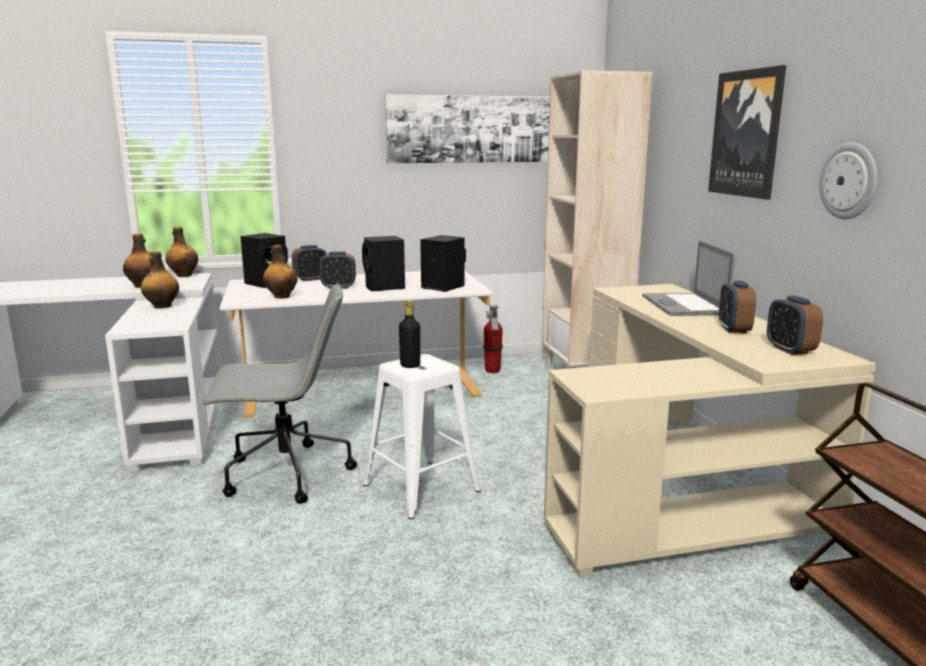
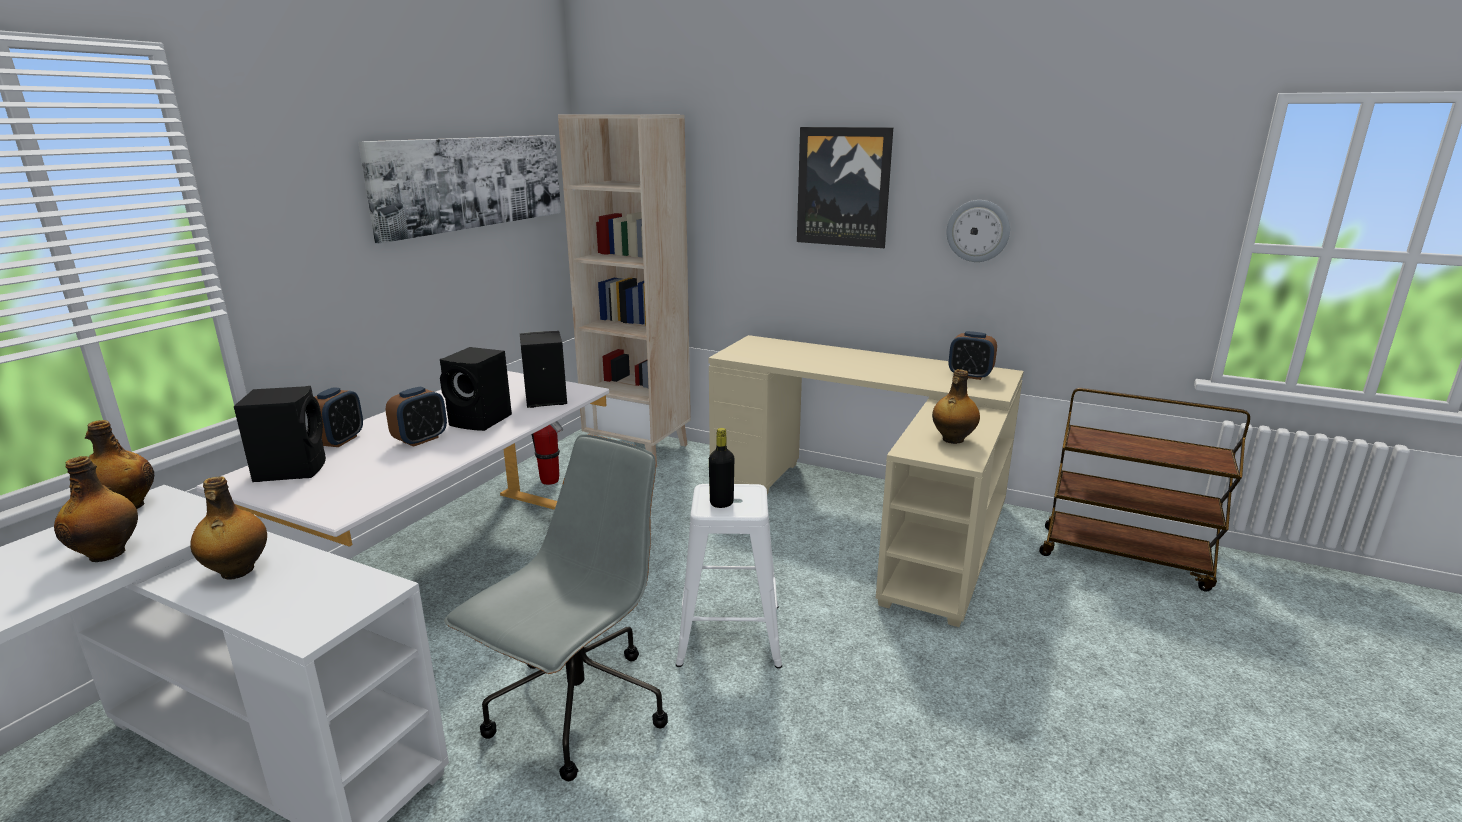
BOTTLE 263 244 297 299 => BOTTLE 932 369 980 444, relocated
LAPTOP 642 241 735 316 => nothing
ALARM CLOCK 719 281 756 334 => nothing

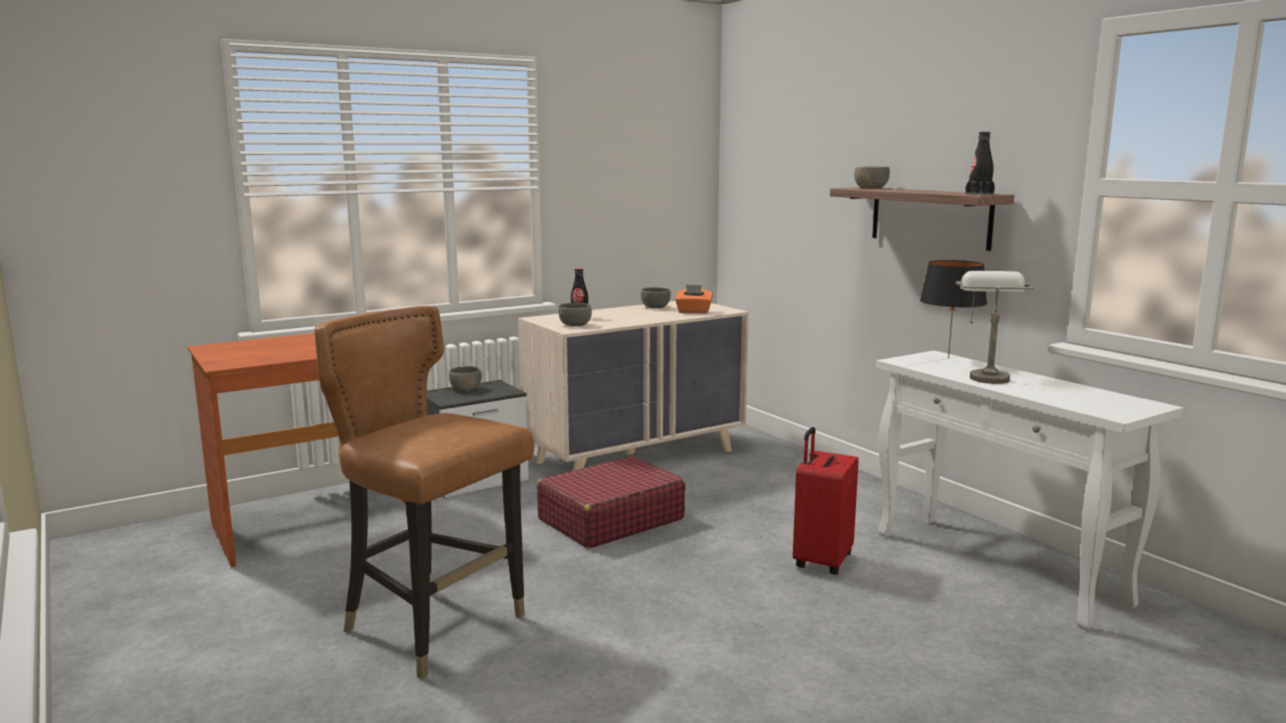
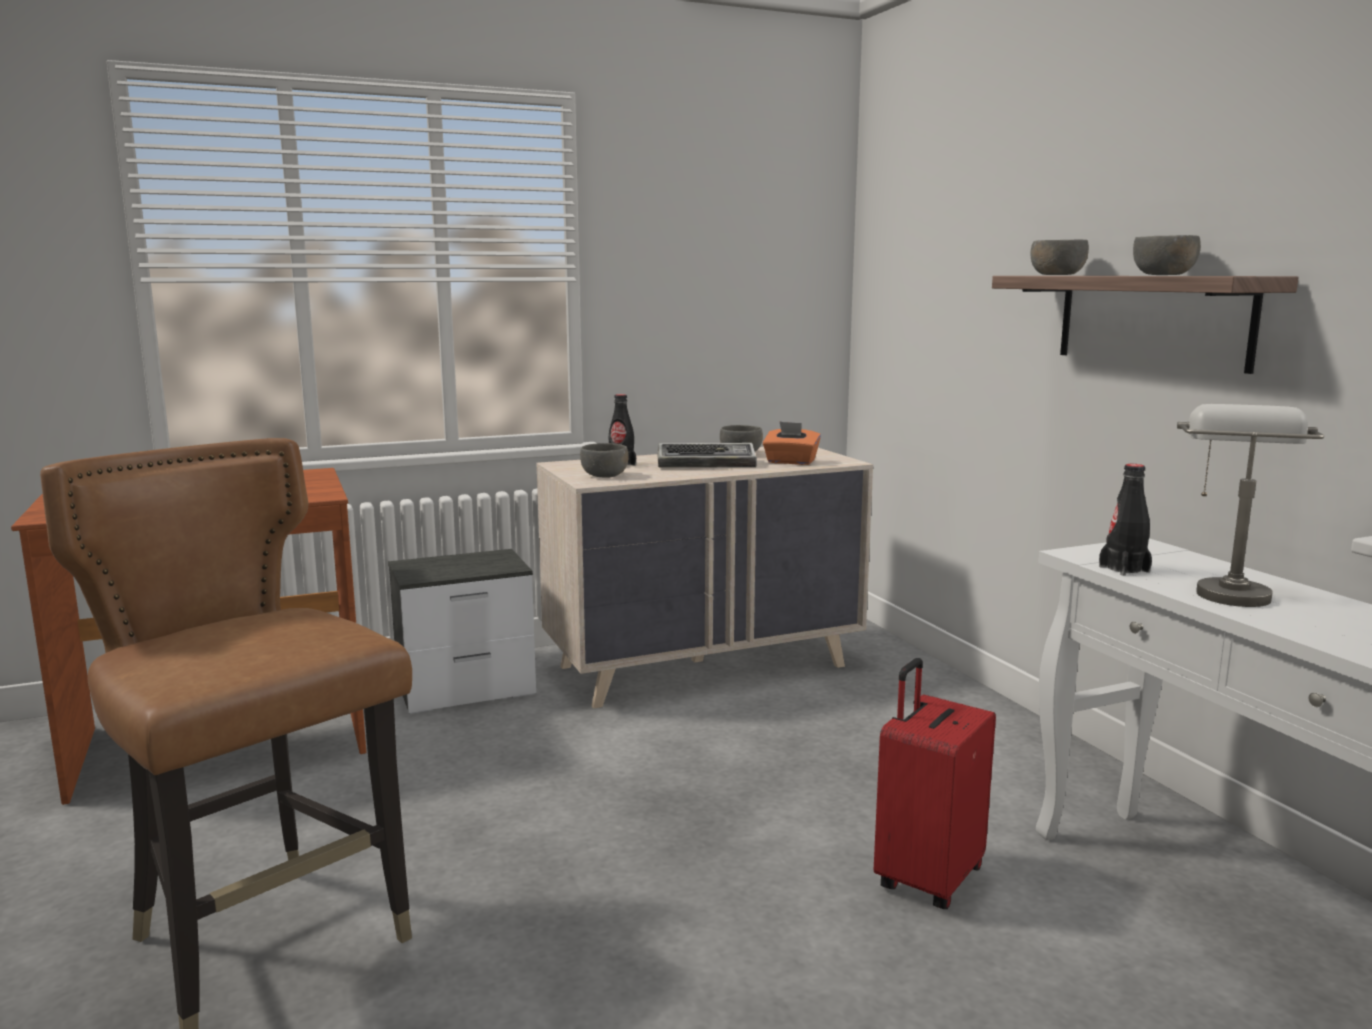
GREY BOWL 449 366 482 391 => GREY BOWL 1133 235 1201 275, relocated
RED SUITCASE 537 456 686 549 => nothing
BLACK TABLE LAMP 920 260 987 359 => nothing
BLACK BOTTLE 965 132 995 195 => BLACK BOTTLE 1099 464 1152 576, relocated
nothing => KEYBOARD 658 443 757 468

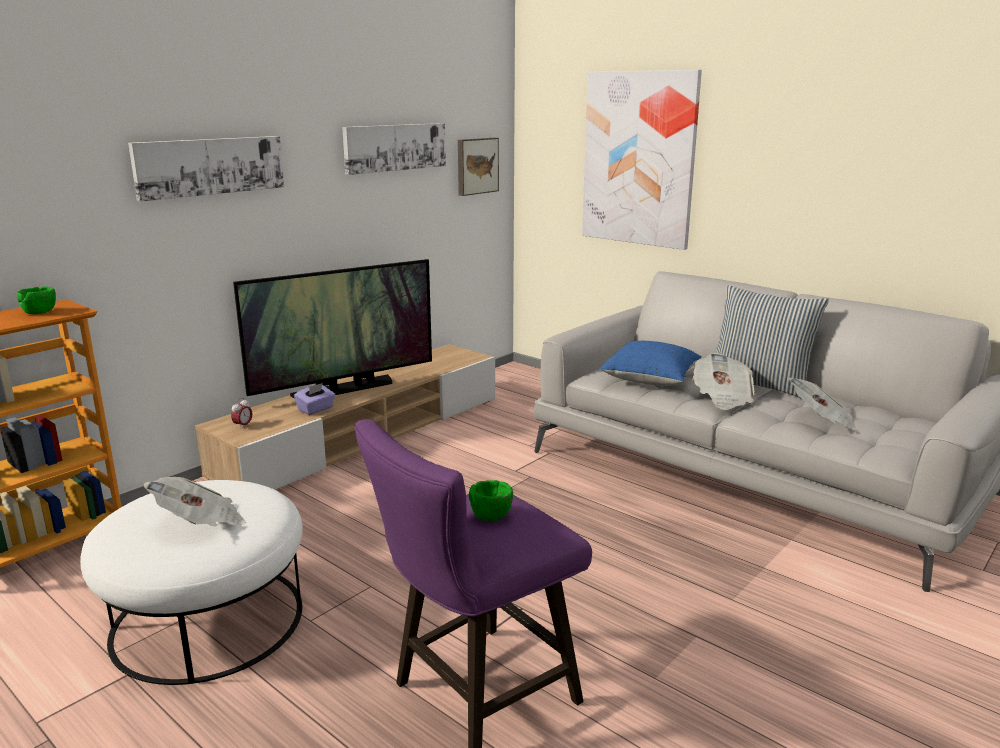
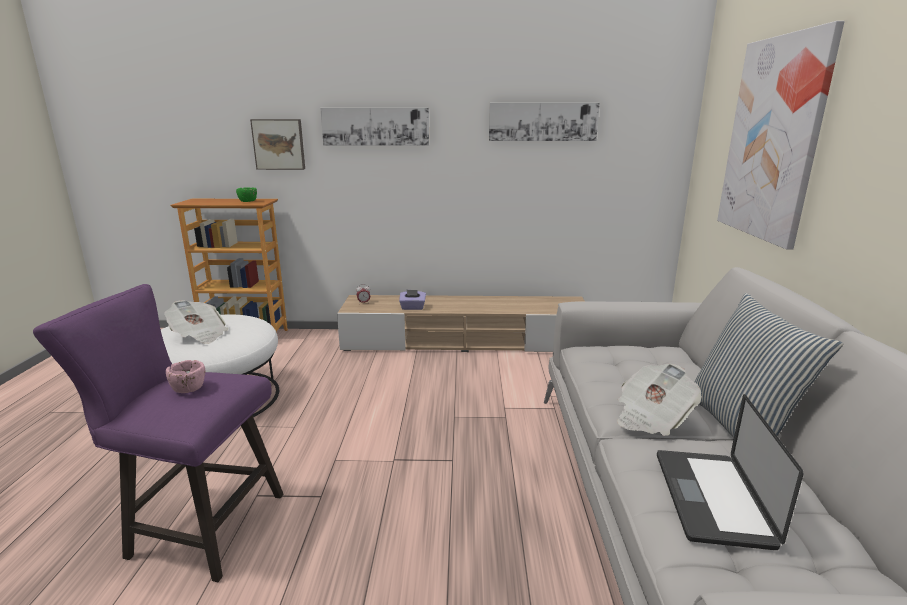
TELEVISION 233 259 432 399 => nothing
PICTURE 458 138 499 196 => PICTURE 250 119 305 170, relocated
GREEN BOWL 469 480 513 522 => PINK BOWL 166 360 205 393
BLUE PILLOW 599 341 702 386 => nothing
NEWSPAPER 789 377 857 430 => LAPTOP 657 394 804 550

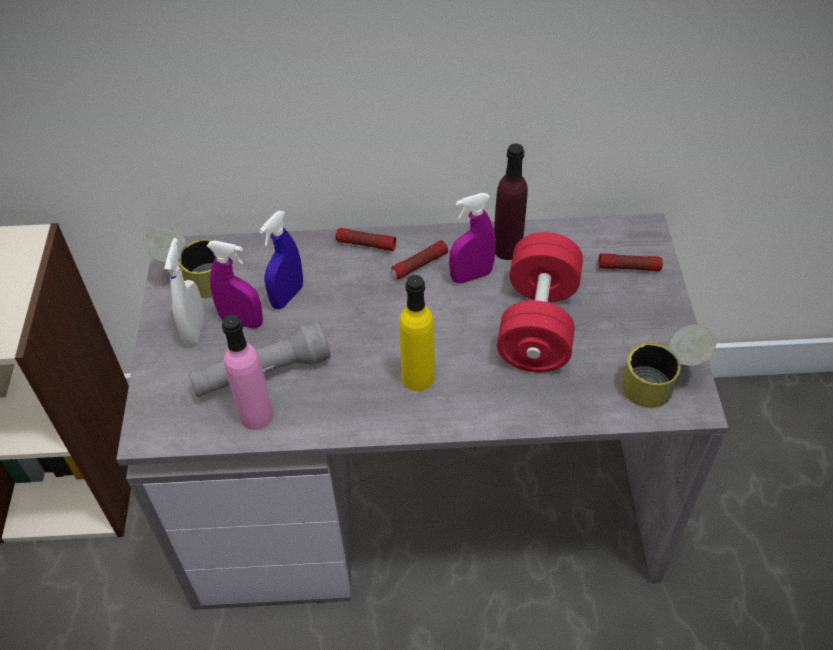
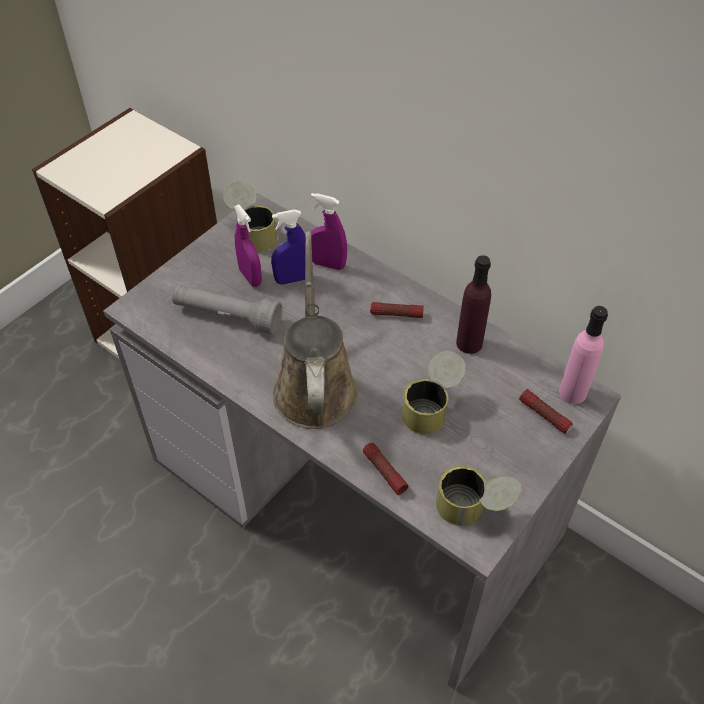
WHITE SPRAY BOTTLE 164 238 205 346 => nothing
PINK BOTTLE 222 315 273 430 => PINK BOTTLE 559 306 608 404, relocated
FLASHLIGHT 336 228 396 251 => FLASHLIGHT 363 443 408 495, relocated
YELLOW BOTTLE 399 275 434 391 => BROWN WATERING CAN 273 231 358 429
PURPLE SPRAY BOTTLE 449 193 496 283 => PURPLE SPRAY BOTTLE 311 193 347 270, relocated
RED DUMBBELL 497 232 583 372 => CAN 402 351 466 435

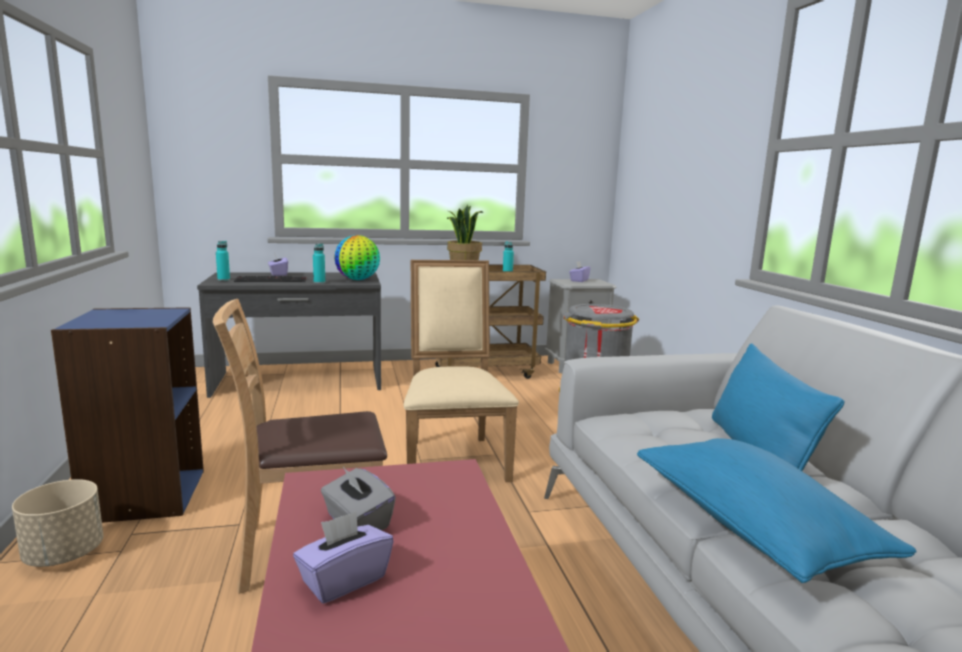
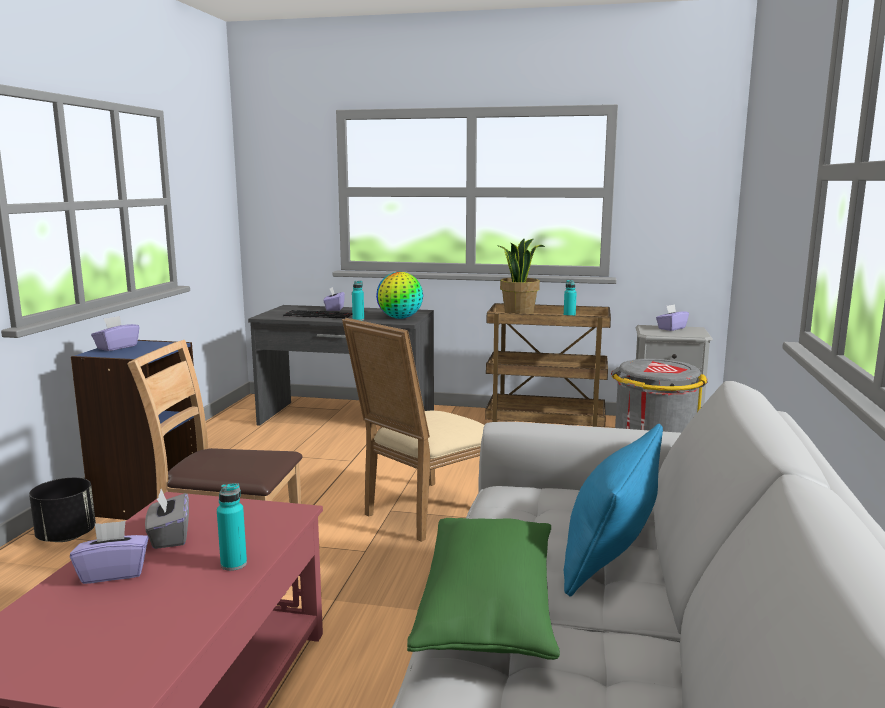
BEIGE PLANTER 12 479 103 567 => BLACK PLANTER 29 478 96 542
TURQUOISE BOTTLE 216 241 230 281 => TURQUOISE BOTTLE 217 483 247 571, relocated
BEIGE CHAIR 404 260 519 482 => BEIGE CHAIR 342 318 484 542, 150 degrees counterclockwise
BLUE PILLOW 637 438 917 583 => GREEN PILLOW 407 518 560 660
nothing => PURPLE TISSUE BOX 91 316 140 351

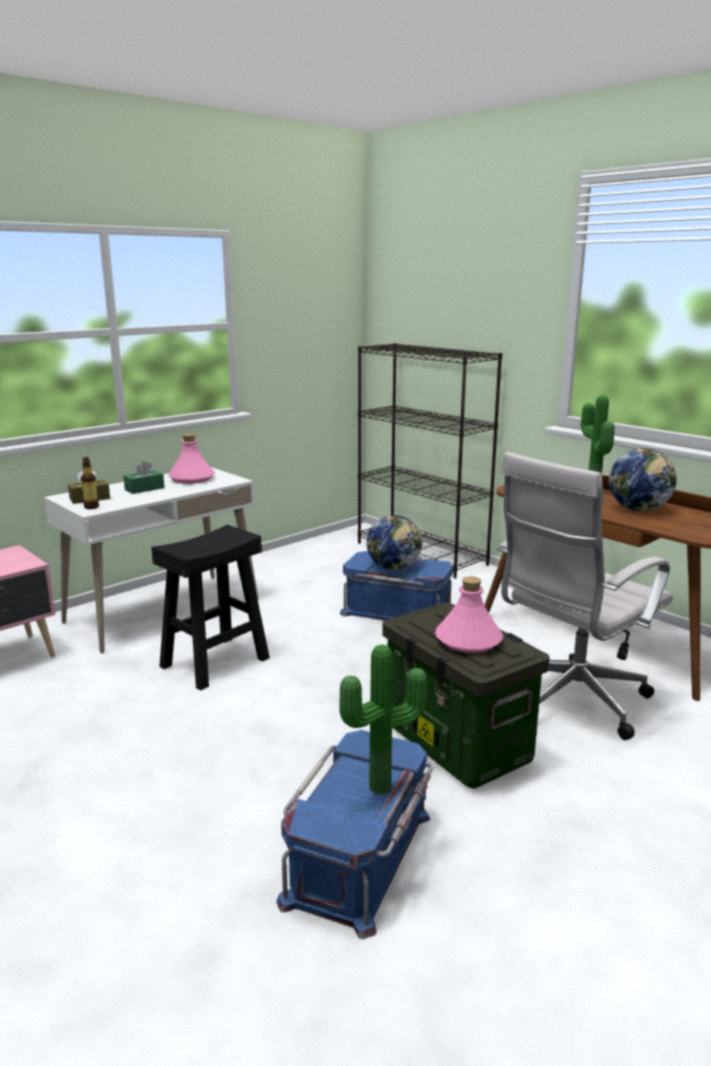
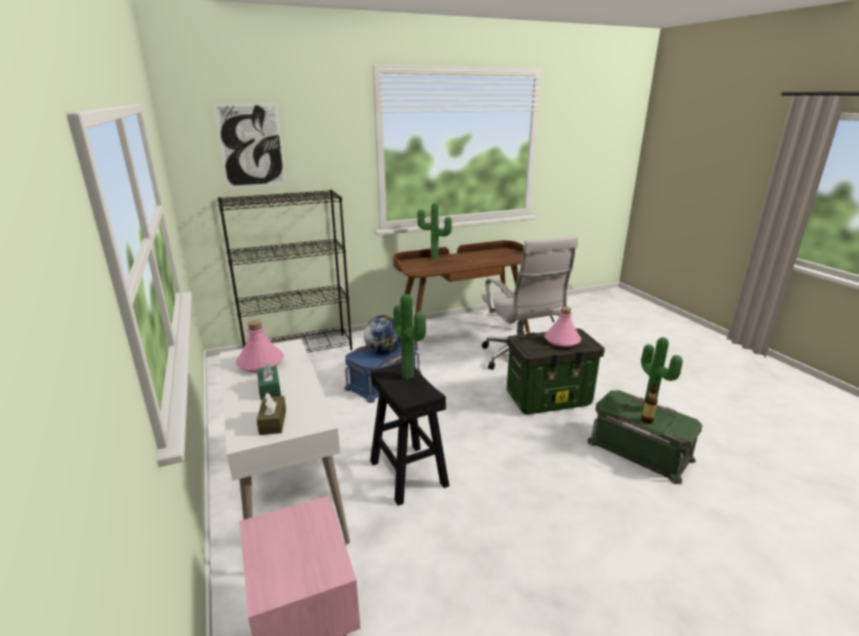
BOTTLE 81 457 99 509 => BOTTLE 641 385 658 424, relocated
BLUE STORAGE BOX 276 730 433 939 => GREEN STORAGE BOX 587 390 703 484
GLOBE 609 448 677 511 => nothing
nothing => PICTURE 213 103 286 188
nothing => POTTED PLANT 393 294 426 379

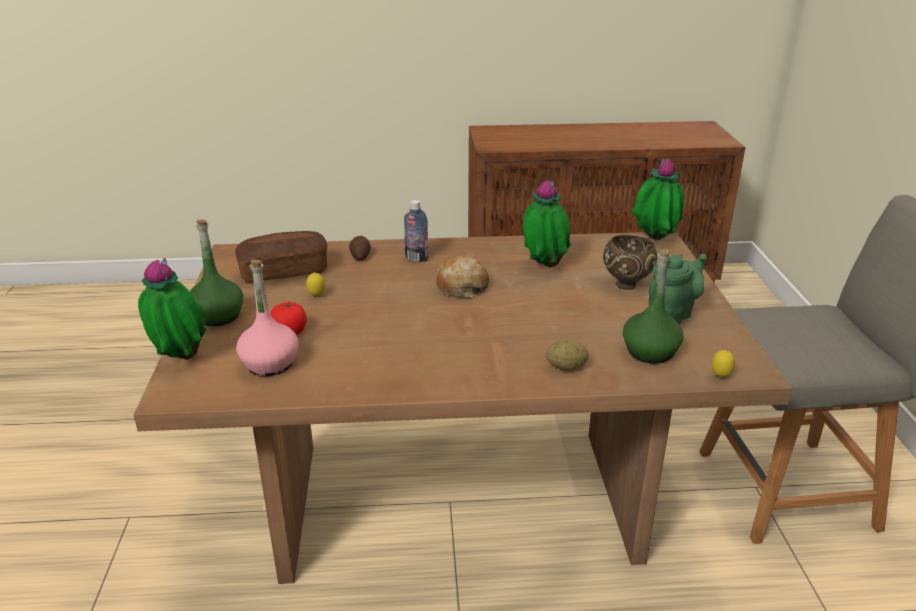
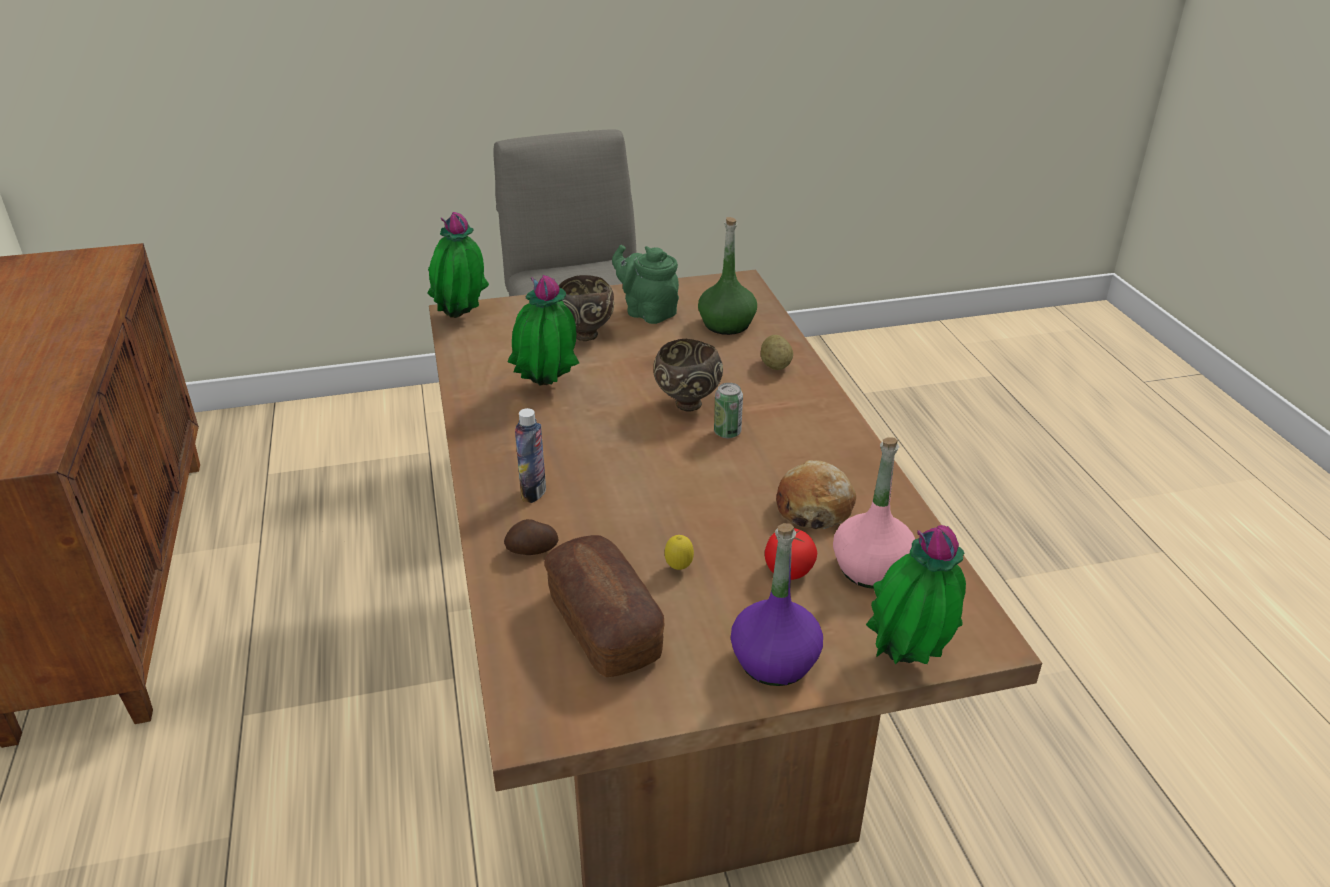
GREEN BOTTLE 190 219 243 326 => PURPLE BOTTLE 731 523 823 686
BREAD 436 255 489 298 => BREAD 776 460 856 529, relocated
LEMON 711 350 735 377 => nothing
nothing => BROWN BOWL 653 339 723 412
nothing => CAN 714 383 743 438

